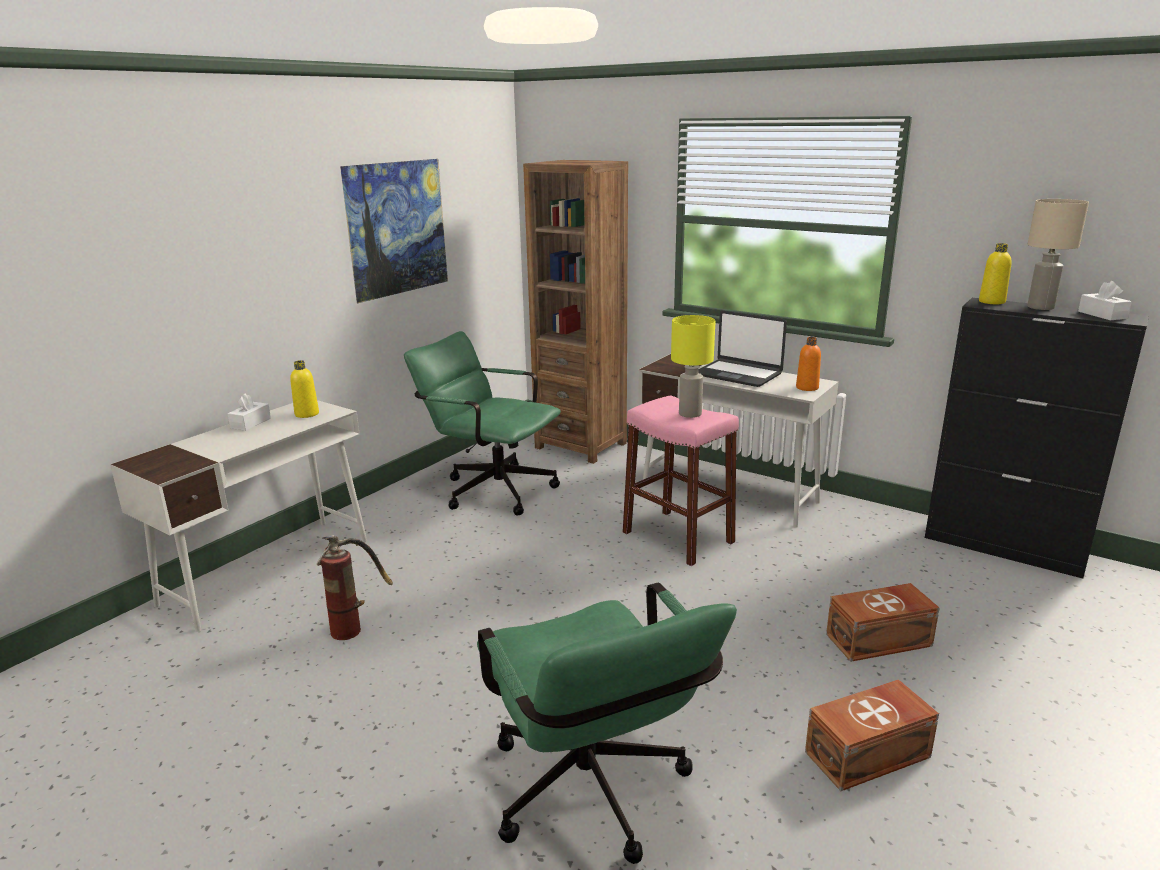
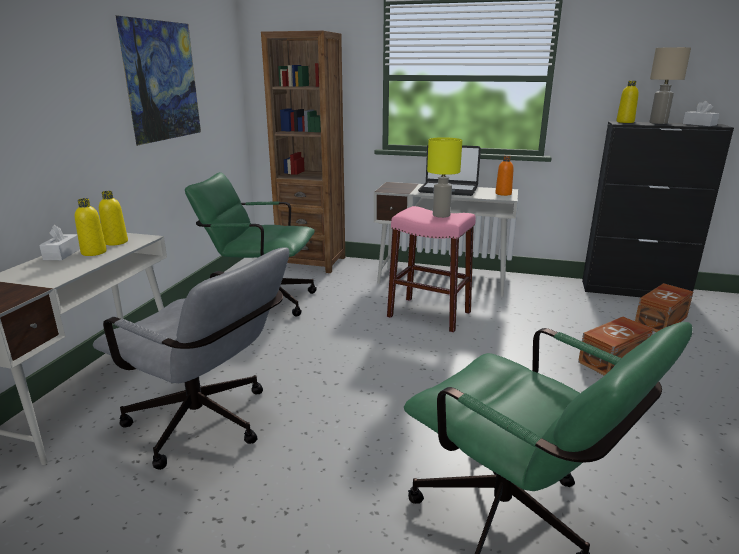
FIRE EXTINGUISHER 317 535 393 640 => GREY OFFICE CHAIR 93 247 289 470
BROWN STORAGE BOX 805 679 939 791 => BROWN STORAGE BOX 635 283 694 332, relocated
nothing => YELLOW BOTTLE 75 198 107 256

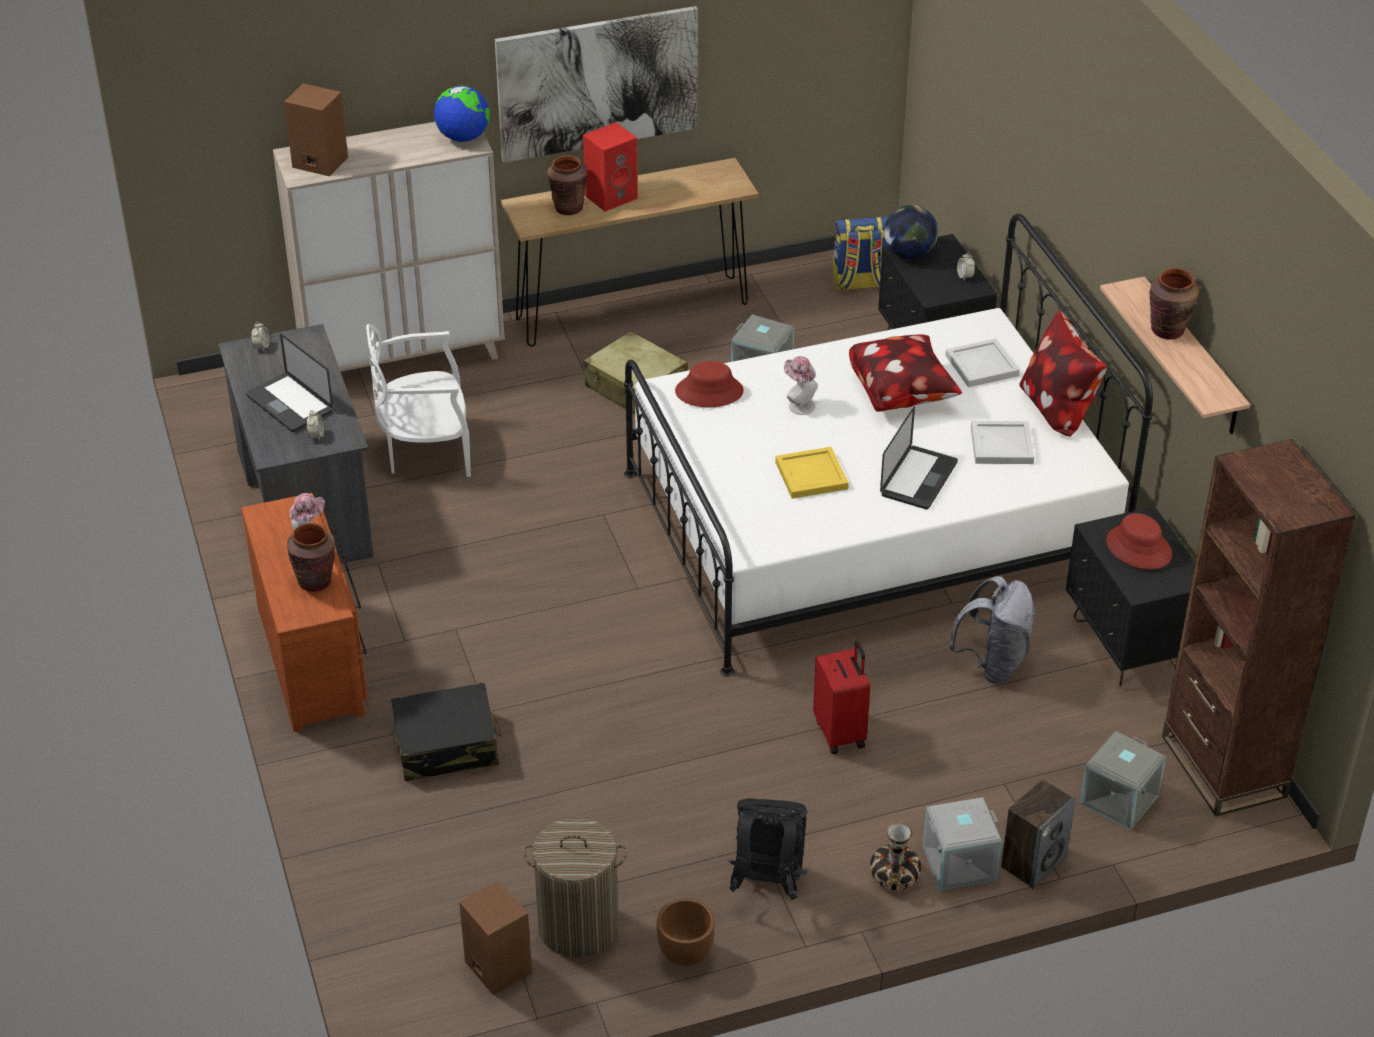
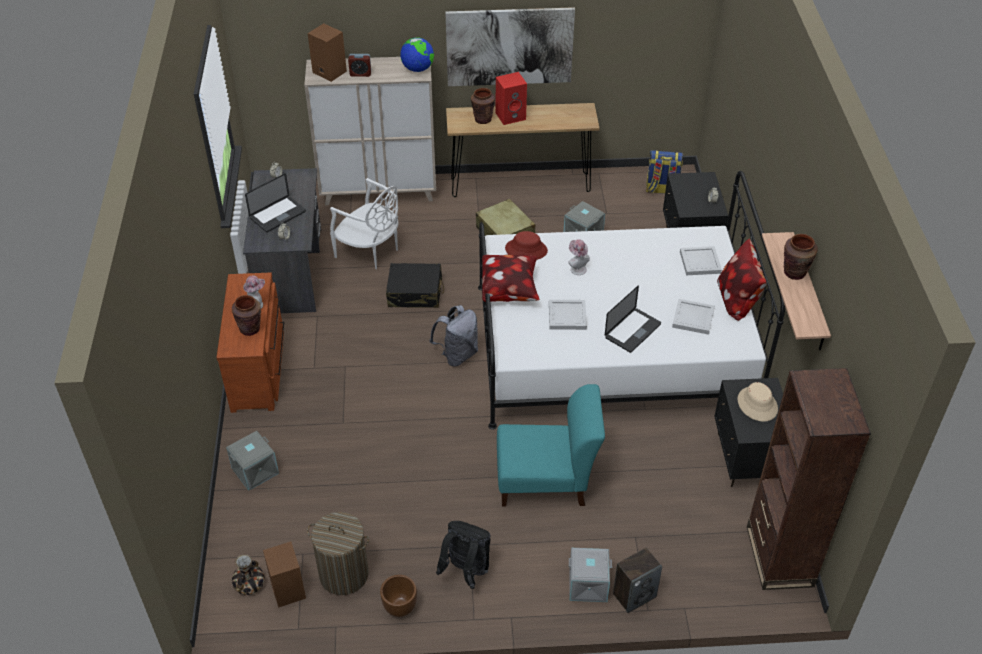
LAPTOP 246 334 333 432 => LAPTOP 245 173 306 232, 105 degrees counterclockwise
WHITE CHAIR 366 324 471 477 => WHITE CHAIR 330 178 399 269, 150 degrees counterclockwise
BLACK SUITCASE 391 683 502 781 => BLACK SUITCASE 386 263 444 308, relocated
YELLOW TRAY 775 447 849 499 => WHITE TRAY 549 300 587 330
RED SUITCASE 813 641 870 754 => TURQUOISE CHAIR 497 384 605 506
PILLOW 849 335 962 412 => PILLOW 482 255 539 302, relocated
VASE 870 822 921 890 => VASE 232 554 265 595, relocated
GLOBE 884 205 938 259 => nothing
GREY BACKPACK 949 576 1035 683 => GREY BACKPACK 429 305 478 367, relocated
GREY STORAGE BOX 1080 731 1166 830 => GREY STORAGE BOX 226 431 279 491, relocated
RED HAT 1106 513 1172 569 => BEIGE HAT 738 382 778 422
nothing => ALARM CLOCK 348 54 371 77

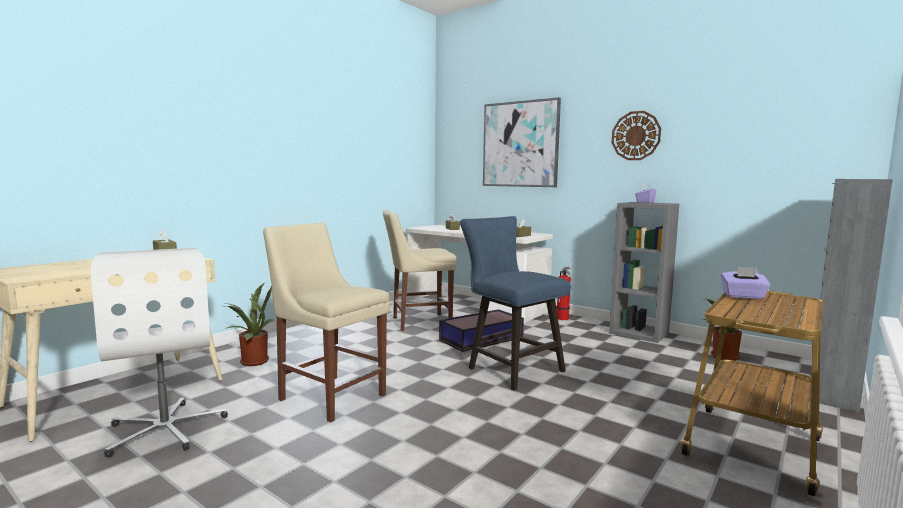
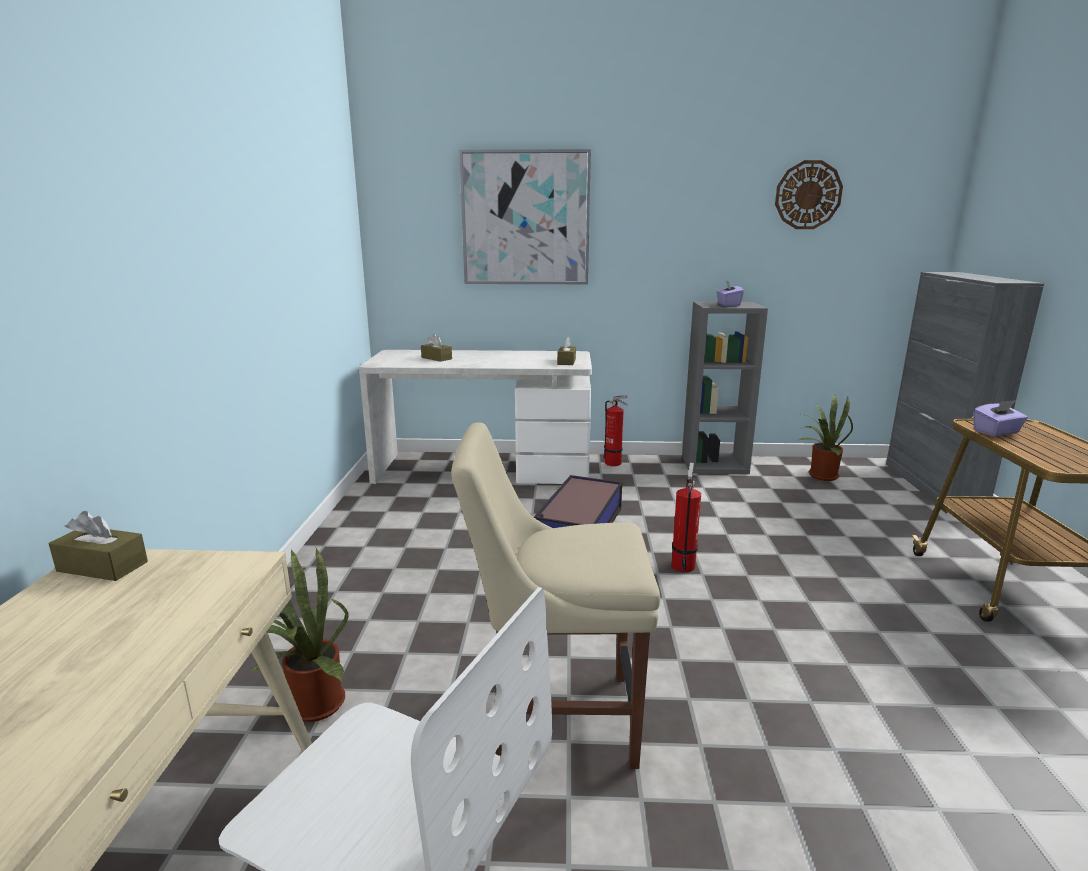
BEIGE CHAIR 383 210 457 331 => nothing
BLUE CHAIR 460 216 571 391 => FIRE EXTINGUISHER 671 463 701 572
WALL CLOCK 612 111 661 160 => WALL CLOCK 775 160 843 229, relocated

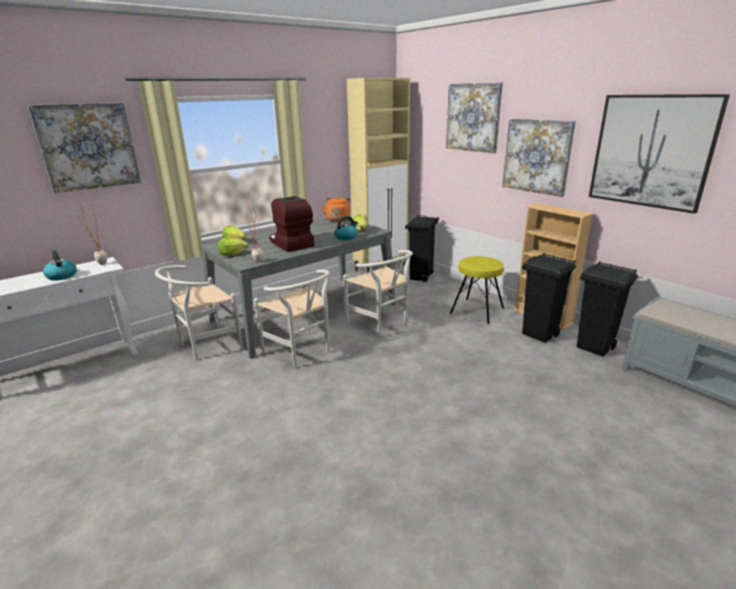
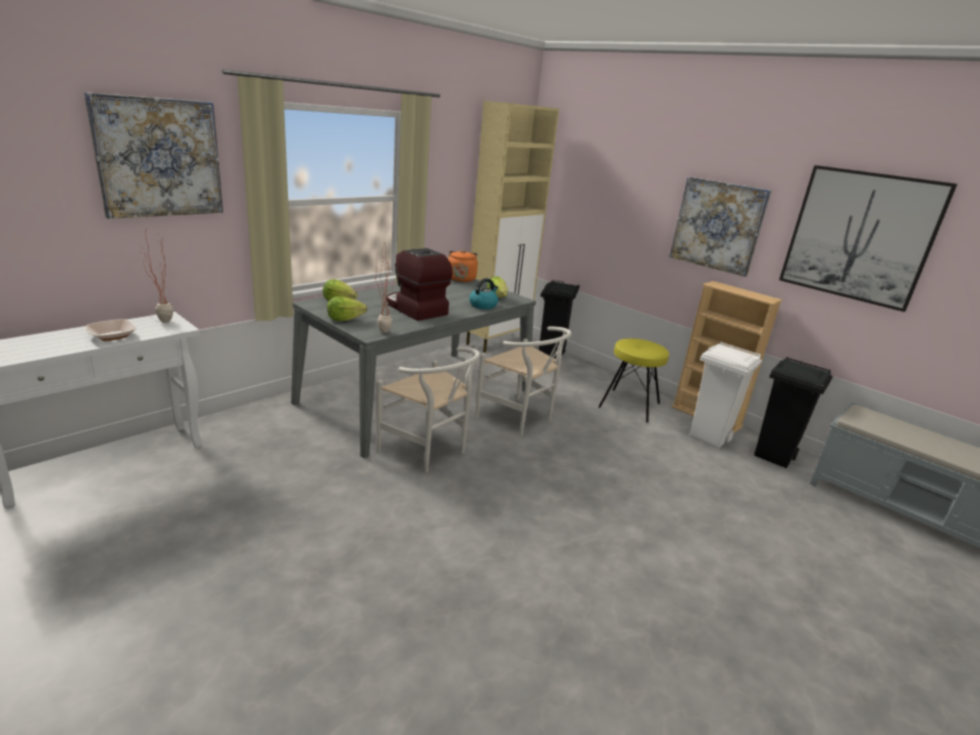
KETTLE 43 250 77 280 => BOWL 85 319 136 341
WHITE CHAIR 155 265 242 360 => nothing
PICTURE 446 83 503 153 => nothing
BLACK TRASH CAN 522 253 576 343 => WHITE TRASH CAN 690 342 762 449

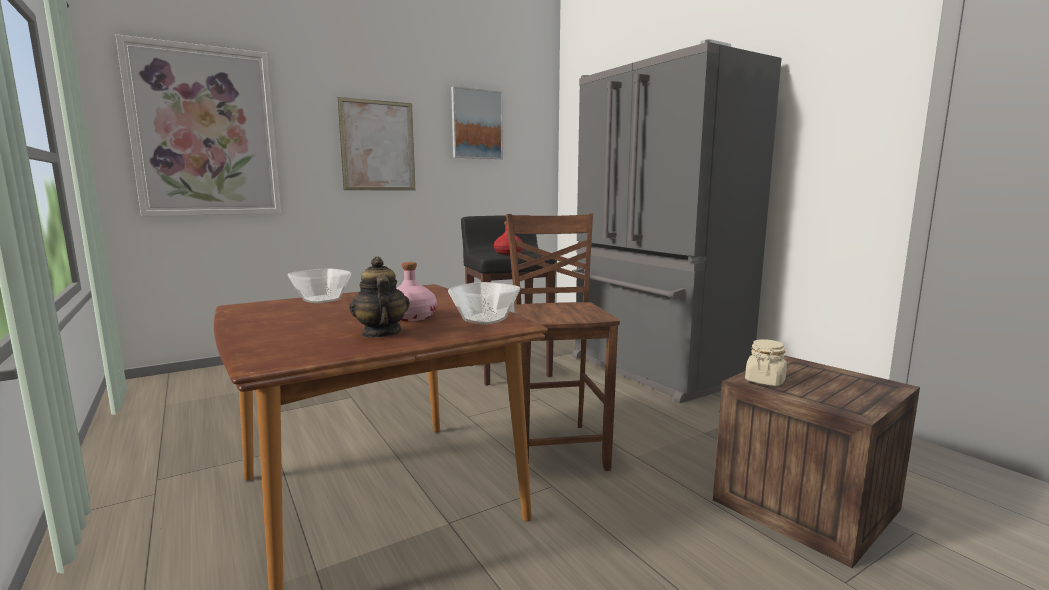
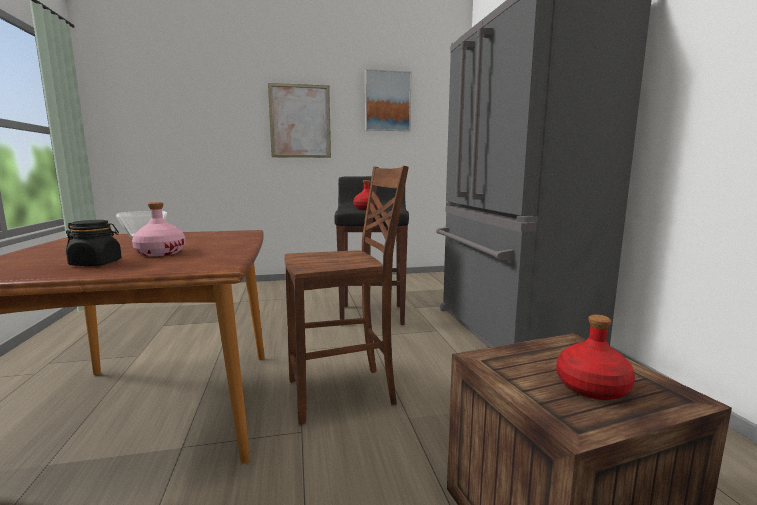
PICTURE 115 34 281 216 => nothing
TEAPOT 349 257 410 338 => BLACK JAR 66 220 122 267
BOWL 448 282 520 325 => nothing
BROWN CHAIR 506 213 620 471 => BROWN CHAIR 285 166 409 425, 60 degrees clockwise
BEIGE JAR 745 339 787 386 => nothing
nothing => RED BOTTLE 556 314 635 400

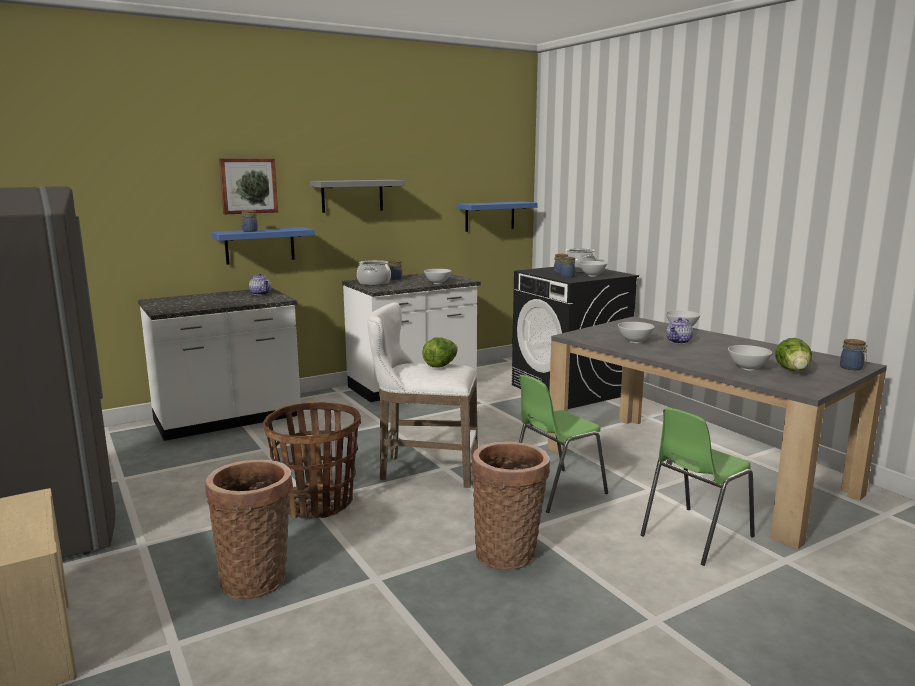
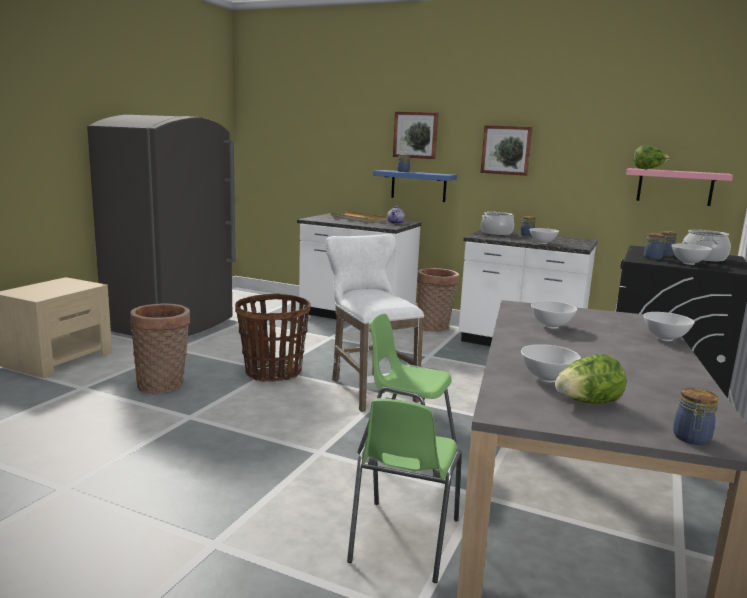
GREY SHELF 310 180 405 213 => PICTURE 480 125 533 176
LETTUCE 422 337 458 367 => LETTUCE 633 145 670 169, relocated
BLUE SHELF 457 201 537 232 => PINK SHELF 626 168 733 206
BASKET 471 442 550 570 => BASKET 417 268 459 332, relocated
GREEN CHAIR 641 408 755 566 => GREEN CHAIR 347 398 462 583, 90 degrees counterclockwise
TEAPOT 666 317 693 344 => nothing
nothing => BEIGE TRAY 331 211 387 223

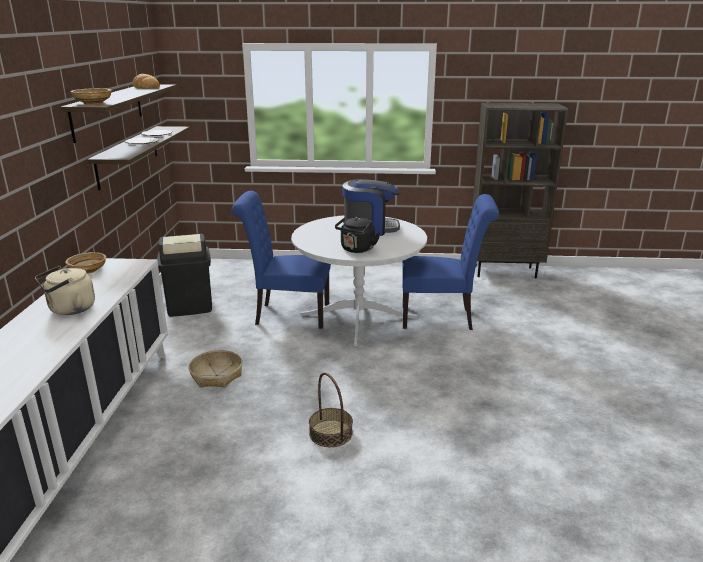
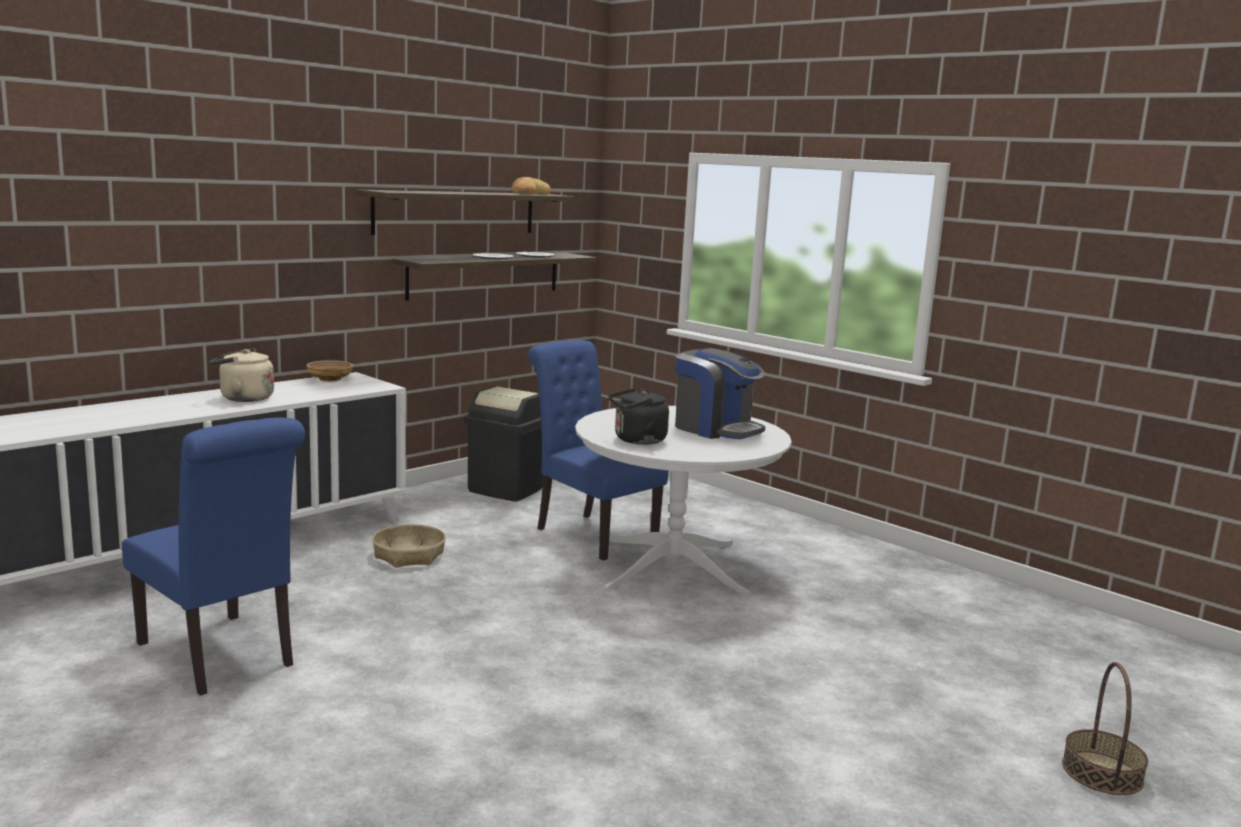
BEIGE BOWL 70 88 112 105 => nothing
BASKET 309 372 353 447 => BASKET 1062 662 1148 795, relocated
BLUE CHAIR 402 194 499 330 => BLUE CHAIR 122 418 305 696, relocated
BROWN BOOKCASE 472 103 568 279 => nothing

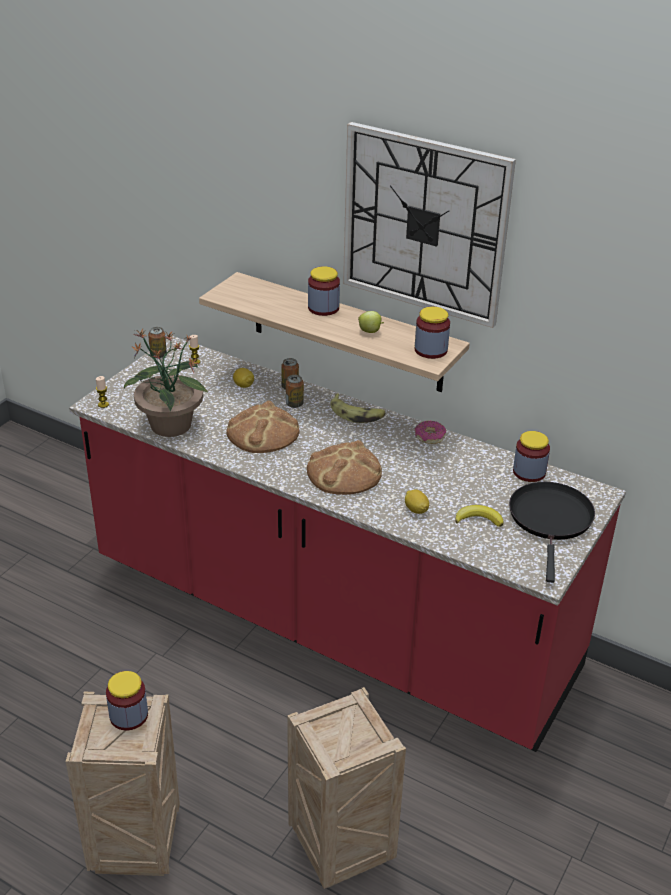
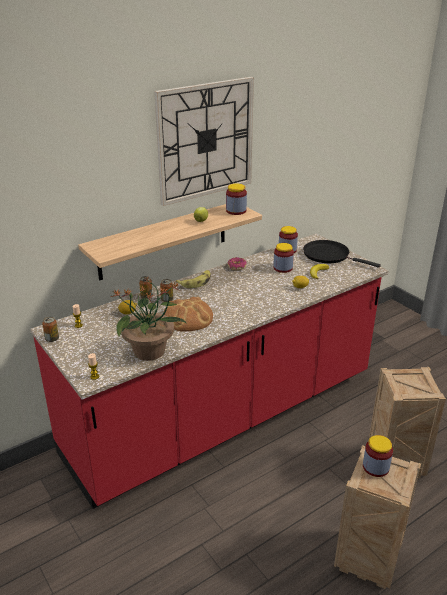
BREAD 307 440 382 495 => nothing
JAR 308 266 340 316 => JAR 273 243 294 273, relocated

